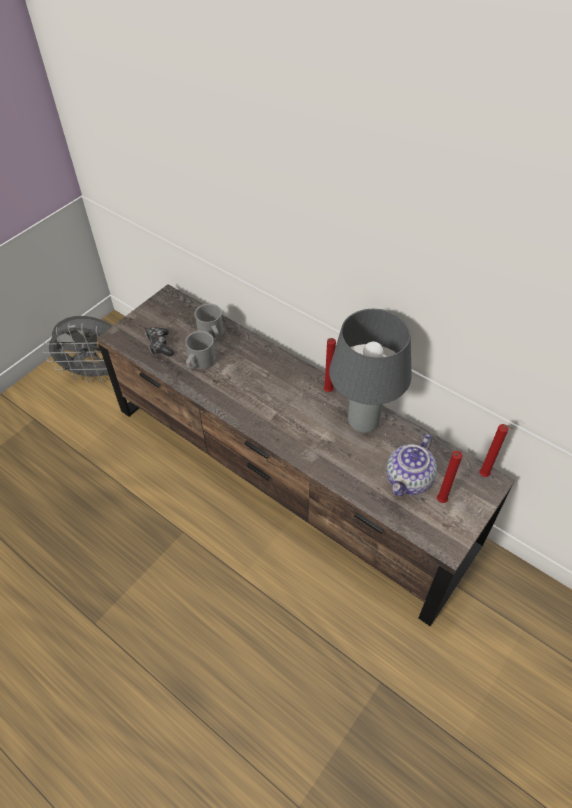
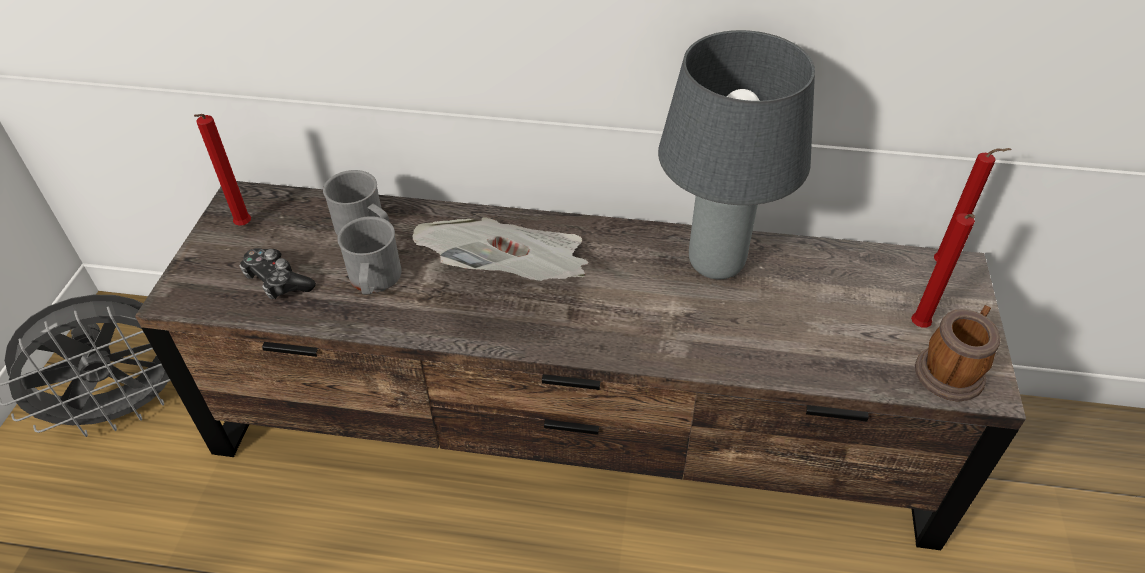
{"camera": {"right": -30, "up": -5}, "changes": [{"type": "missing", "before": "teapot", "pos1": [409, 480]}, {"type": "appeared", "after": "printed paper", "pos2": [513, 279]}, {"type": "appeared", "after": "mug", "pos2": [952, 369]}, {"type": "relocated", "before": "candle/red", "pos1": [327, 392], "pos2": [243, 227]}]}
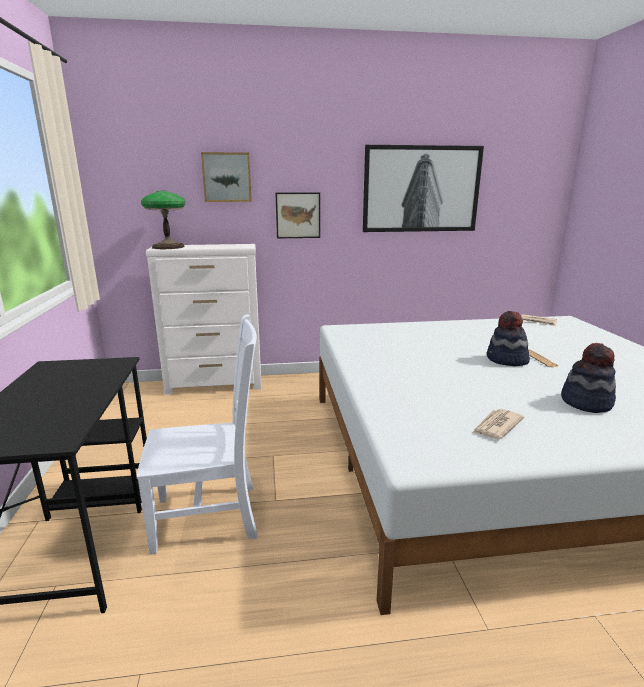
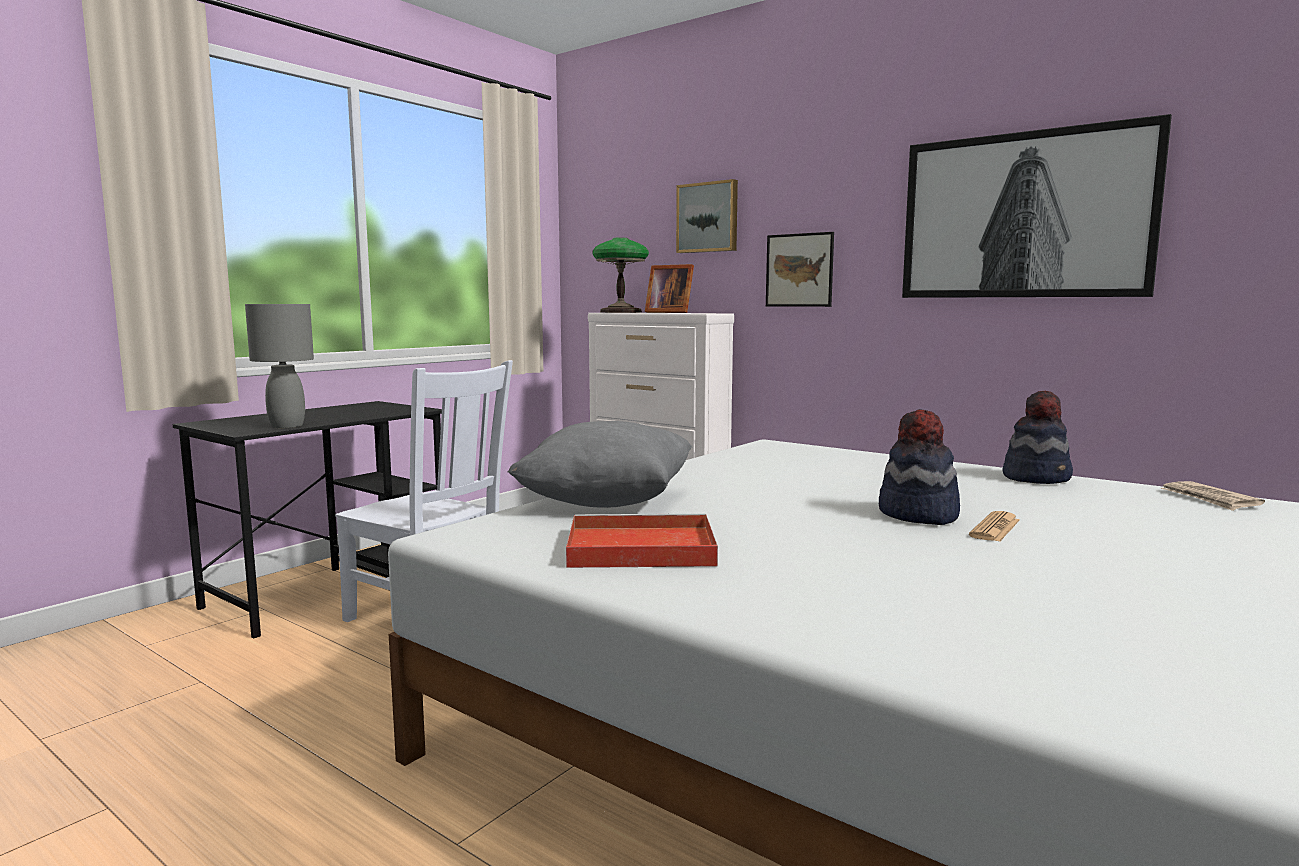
{"camera": {"right": 45, "up": -10}, "changes": [{"type": "appeared", "after": "lamp for a table/grey", "pos2": [287, 426]}, {"type": "appeared", "after": "throw pillow/grey", "pos2": [607, 502]}, {"type": "appeared", "after": "picture frame", "pos2": [669, 312]}, {"type": "relocated", "before": "hat", "pos1": [586, 402], "pos2": [1037, 478]}, {"type": "exchanged", "before": "printed paper", "after": "tray/red", "pos1": [496, 426], "pos2": [637, 548]}]}
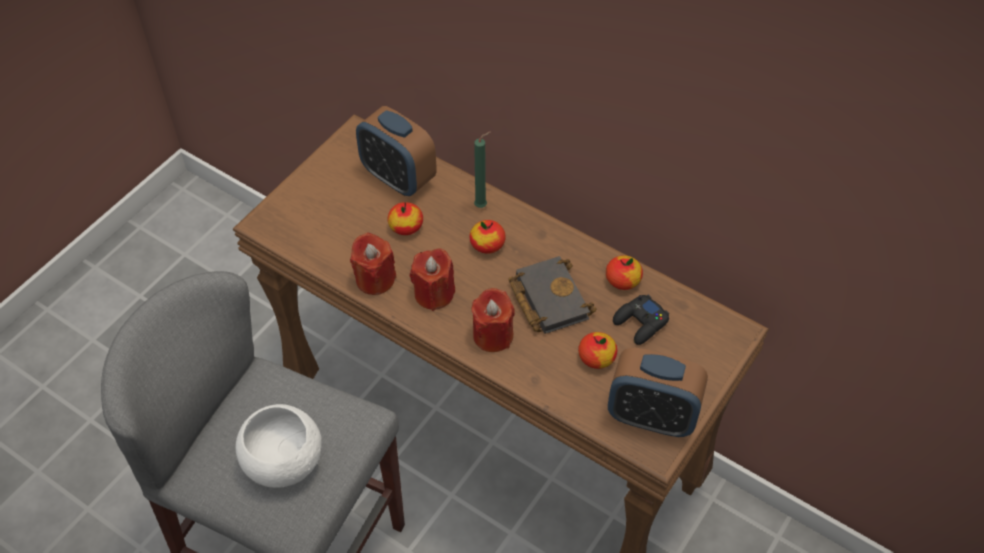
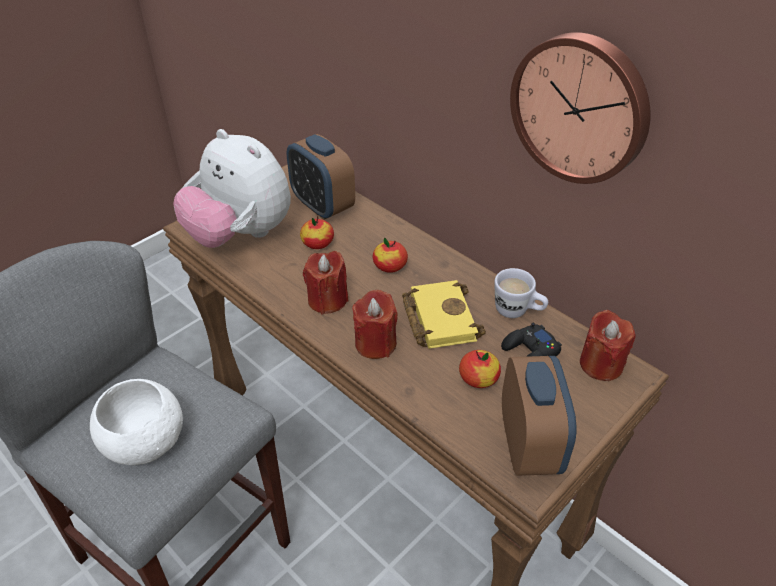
{"camera": {"right": 10, "up": -10}, "changes": [{"type": "missing", "before": "candle/green", "pos1": [482, 206]}, {"type": "appeared", "after": "cuddly toy", "pos2": [240, 235]}, {"type": "appeared", "after": "wall clock", "pos2": [581, 107]}, {"type": "relocated", "before": "candle/red", "pos1": [375, 279], "pos2": [601, 364]}, {"type": "exchanged", "before": "whole apple", "after": "mug/whitish", "pos1": [622, 280], "pos2": [517, 312]}, {"type": "colour", "before": "book/black", "after": "book/yellowish", "pos1": [547, 298], "pos2": [438, 318]}, {"type": "spun", "before": "table clock", "pos1": [651, 416], "pos2": [529, 445], "turn": -120}]}
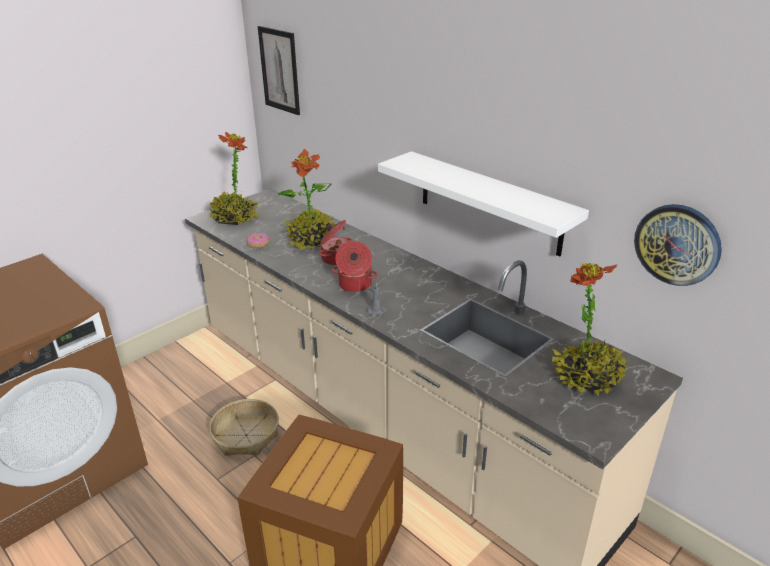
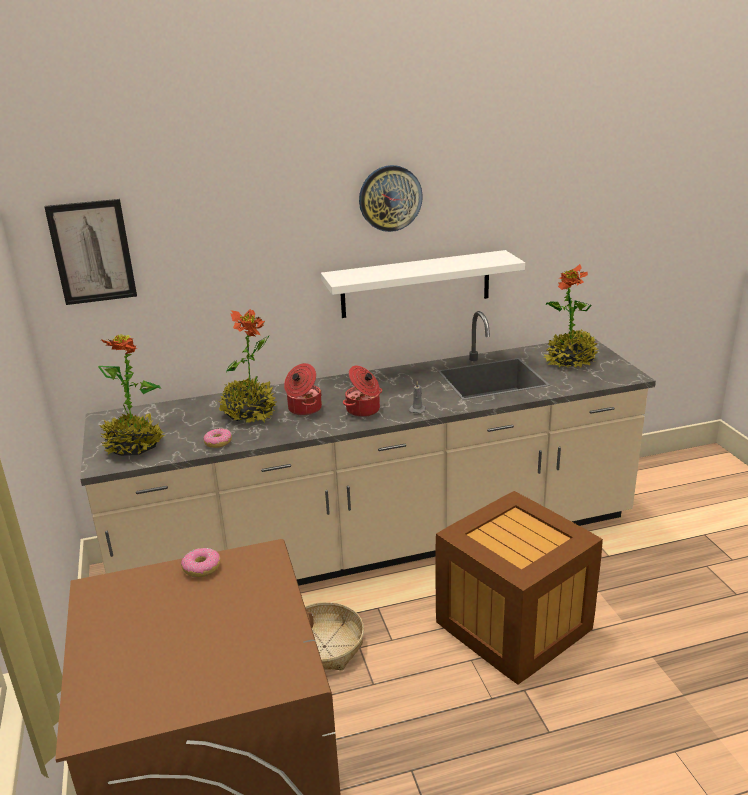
{"camera": {"right": -60, "up": -5}, "changes": [{"type": "appeared", "after": "ring doughnut", "pos2": [202, 568]}, {"type": "relocated", "before": "wall clock", "pos1": [677, 244], "pos2": [390, 198]}]}
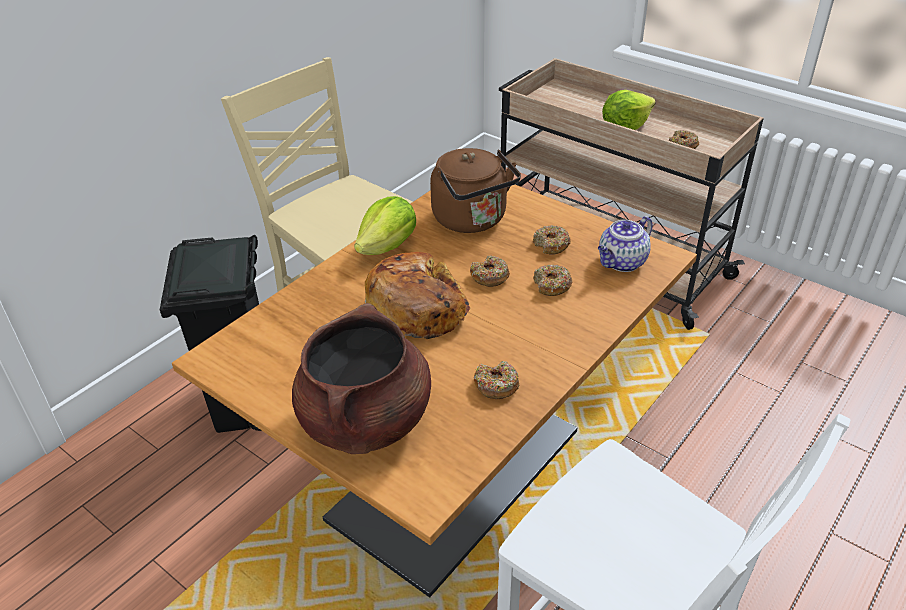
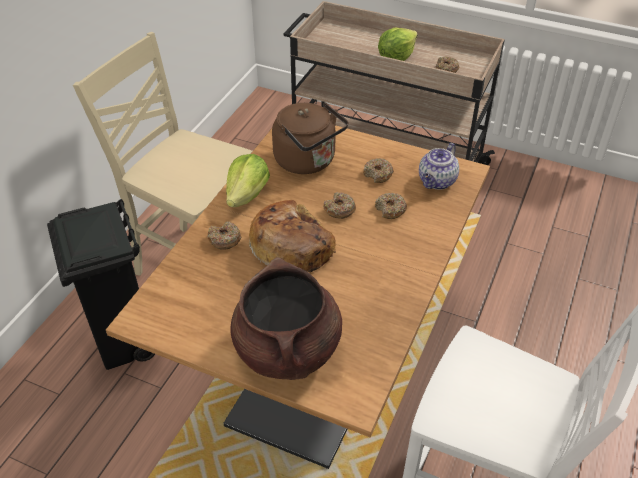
{"camera": {"right": -15, "up": 5}, "changes": [{"type": "relocated", "before": "ring doughnut", "pos1": [496, 385], "pos2": [224, 240]}]}
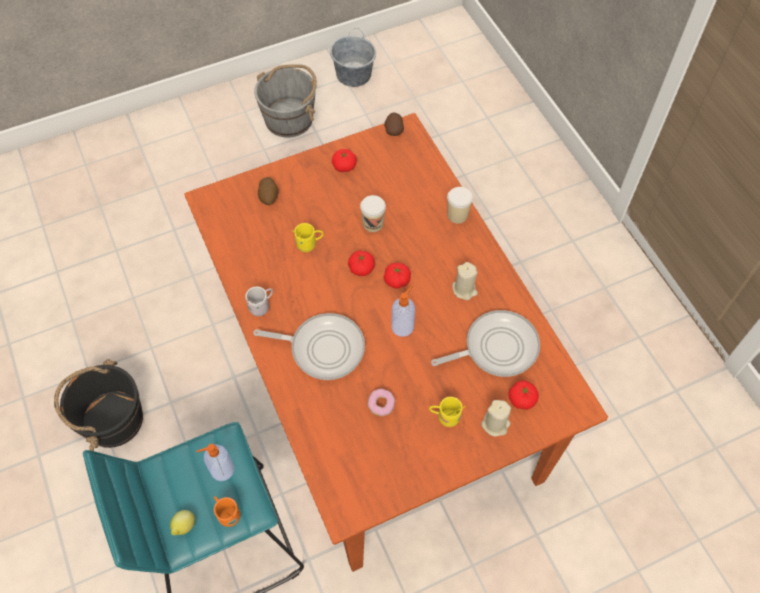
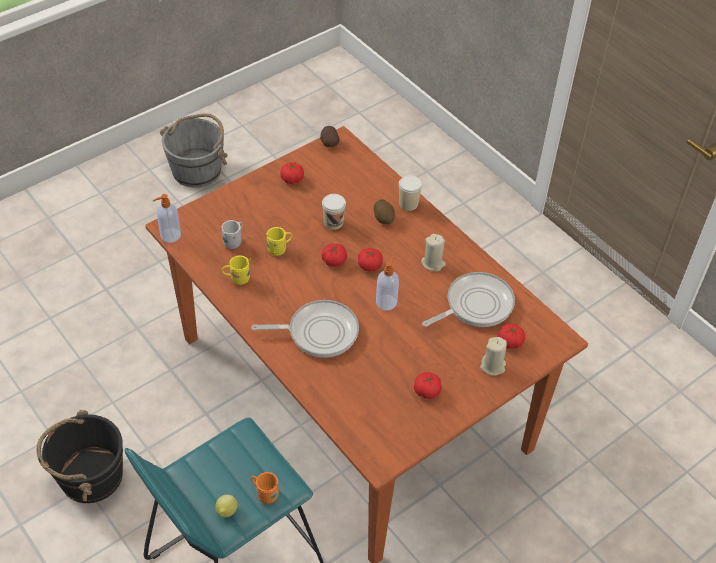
{"camera": {"right": -15, "up": -10}, "changes": [{"type": "missing", "before": "water bucket/grey", "pos1": [353, 75]}, {"type": "missing", "before": "ring doughnut", "pos1": [381, 405]}, {"type": "appeared", "after": "fresh tomato", "pos2": [427, 391]}, {"type": "relocated", "before": "liquid soap bottle", "pos1": [221, 470], "pos2": [170, 235]}, {"type": "relocated", "before": "mug/whitish", "pos1": [262, 307], "pos2": [234, 241]}, {"type": "relocated", "before": "whole potato", "pos1": [269, 197], "pos2": [384, 218]}, {"type": "relocated", "before": "mug/yellowish", "pos1": [445, 417], "pos2": [237, 279]}]}
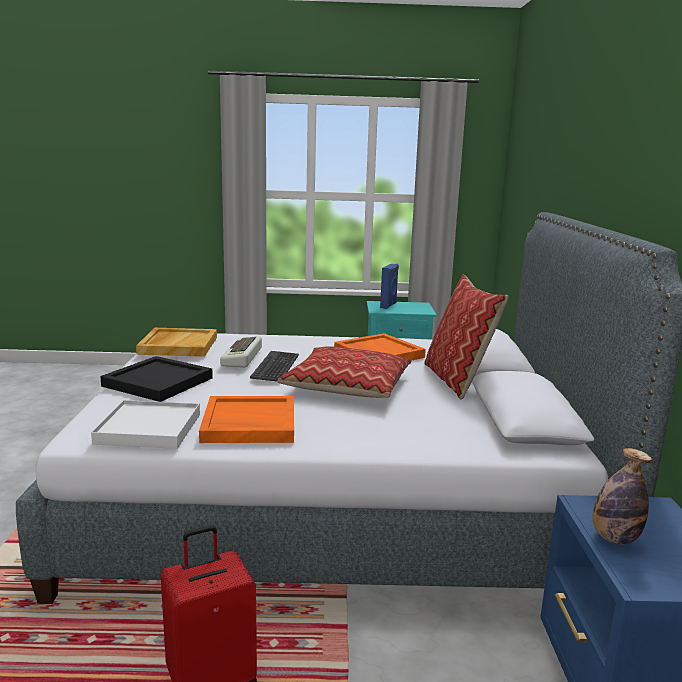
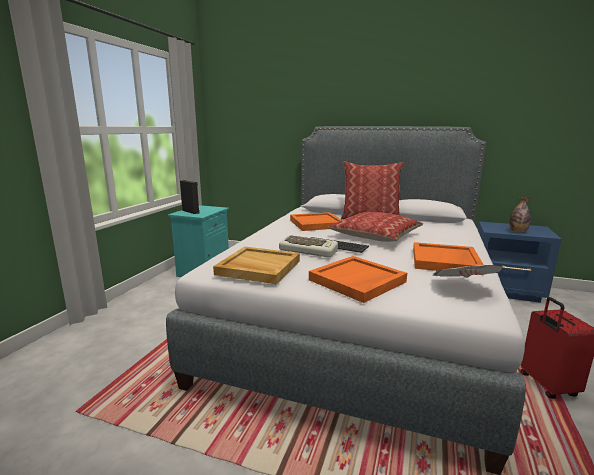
{"camera": {"right": -70, "up": 0}, "changes": [{"type": "exchanged", "before": "tray/whitish", "after": "printed paper", "pos1": [149, 428], "pos2": [463, 287]}, {"type": "colour", "before": "tray/black", "after": "tray/orangey", "pos1": [157, 382], "pos2": [357, 281]}, {"type": "colour", "before": "audio speaker/bluish", "after": "audio speaker/black", "pos1": [389, 305], "pos2": [191, 212]}]}
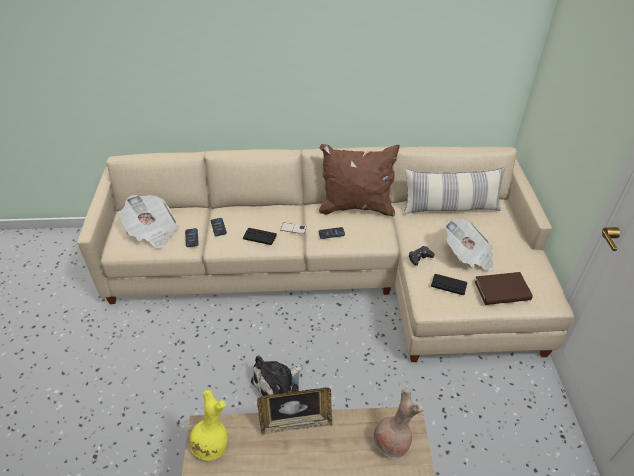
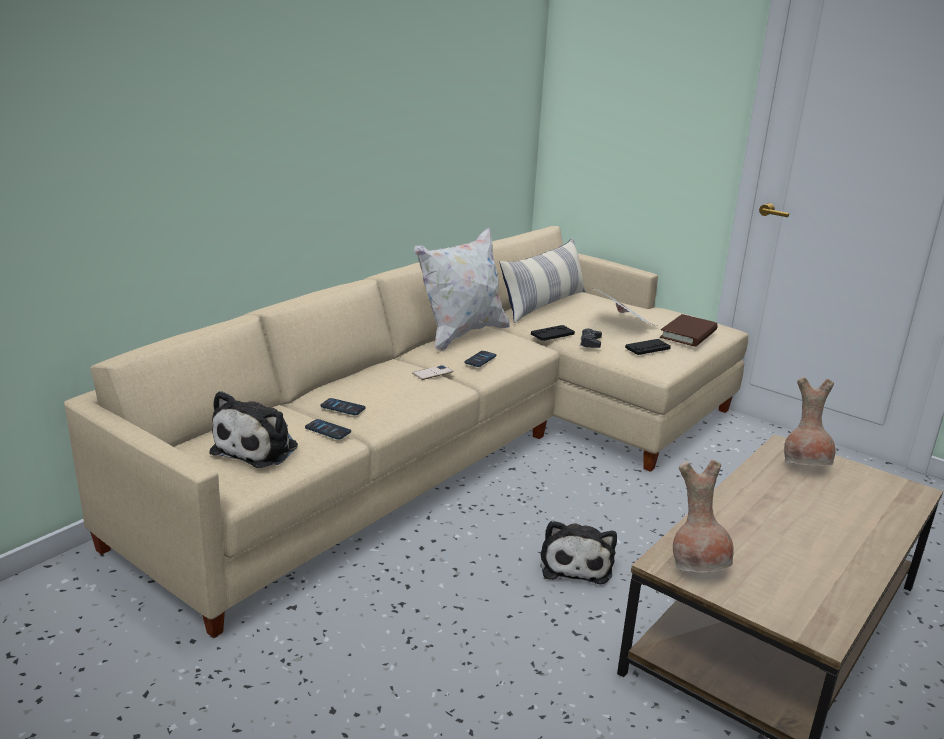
{"camera": {"right": -50, "up": -20}, "changes": [{"type": "missing", "before": "picture frame", "pos1": [296, 423]}, {"type": "relocated", "before": "gamepad/black", "pos1": [259, 237], "pos2": [552, 334]}, {"type": "exchanged", "before": "printed paper", "after": "cuddly toy", "pos1": [152, 231], "pos2": [259, 448]}, {"type": "colour", "before": "decorative vase/yellowish", "after": "decorative vase/brownish", "pos1": [212, 445], "pos2": [699, 567]}, {"type": "colour", "before": "throw pillow/brownish", "after": "throw pillow/whitish", "pos1": [356, 207], "pos2": [461, 334]}]}
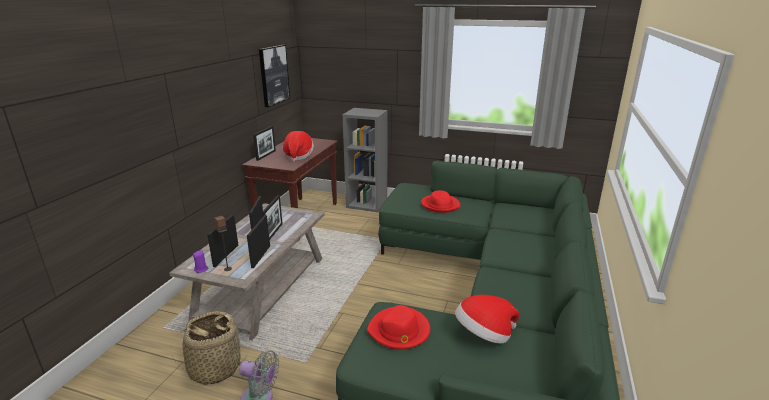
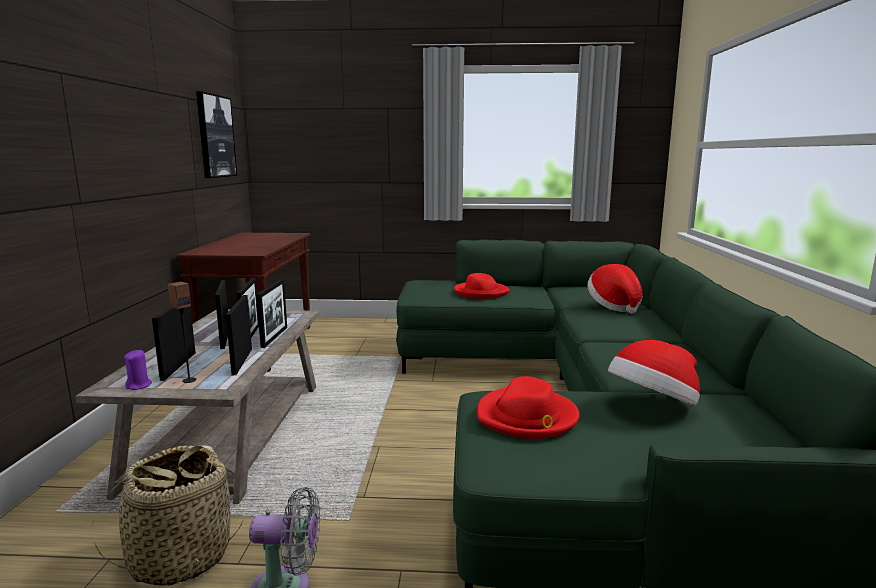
{"camera": {"right": -15, "up": -10}, "changes": [{"type": "missing", "before": "bookcase/grey", "pos1": [367, 204]}, {"type": "relocated", "before": "picture frame", "pos1": [266, 155], "pos2": [274, 337]}, {"type": "relocated", "before": "hat", "pos1": [298, 156], "pos2": [614, 306]}]}
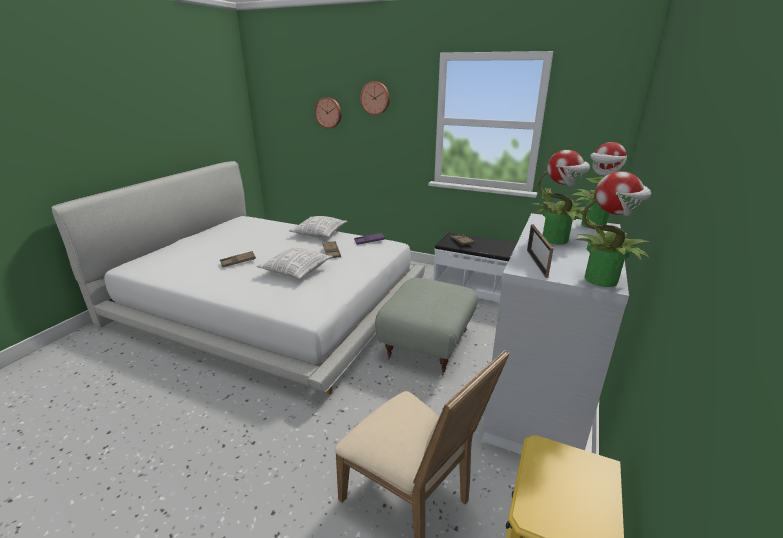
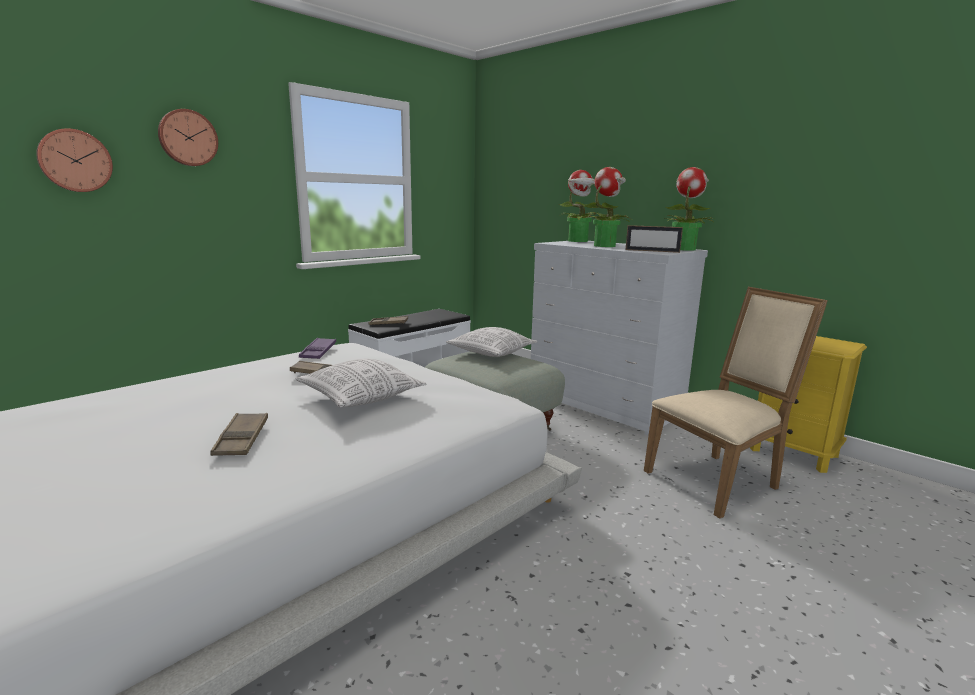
{"camera": {"right": -70, "up": -10}, "changes": [{"type": "relocated", "before": "throw pillow", "pos1": [319, 233], "pos2": [491, 353]}]}
